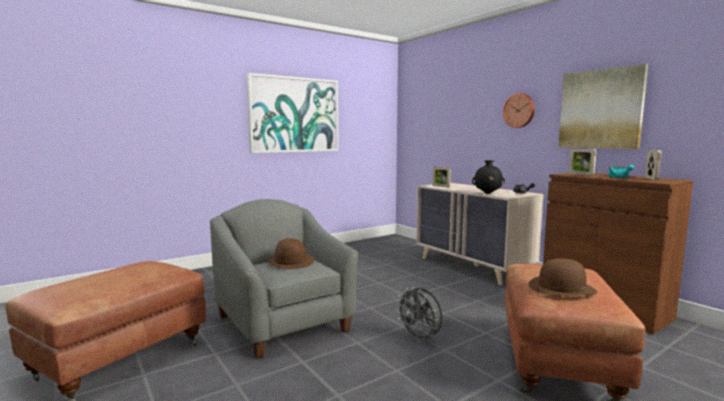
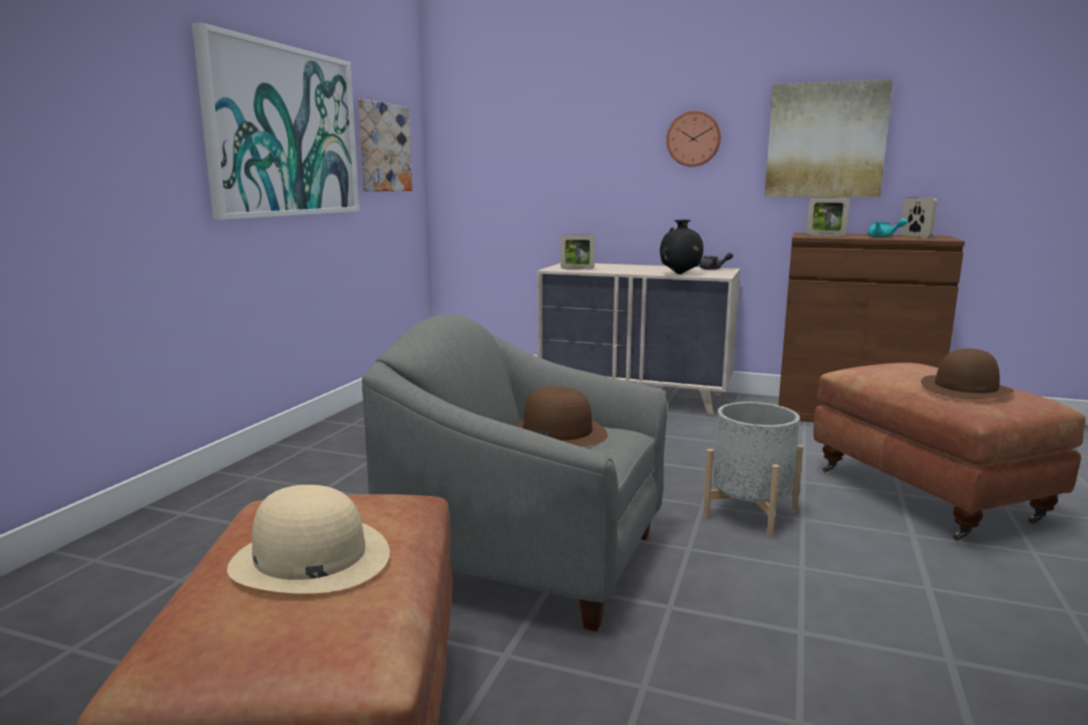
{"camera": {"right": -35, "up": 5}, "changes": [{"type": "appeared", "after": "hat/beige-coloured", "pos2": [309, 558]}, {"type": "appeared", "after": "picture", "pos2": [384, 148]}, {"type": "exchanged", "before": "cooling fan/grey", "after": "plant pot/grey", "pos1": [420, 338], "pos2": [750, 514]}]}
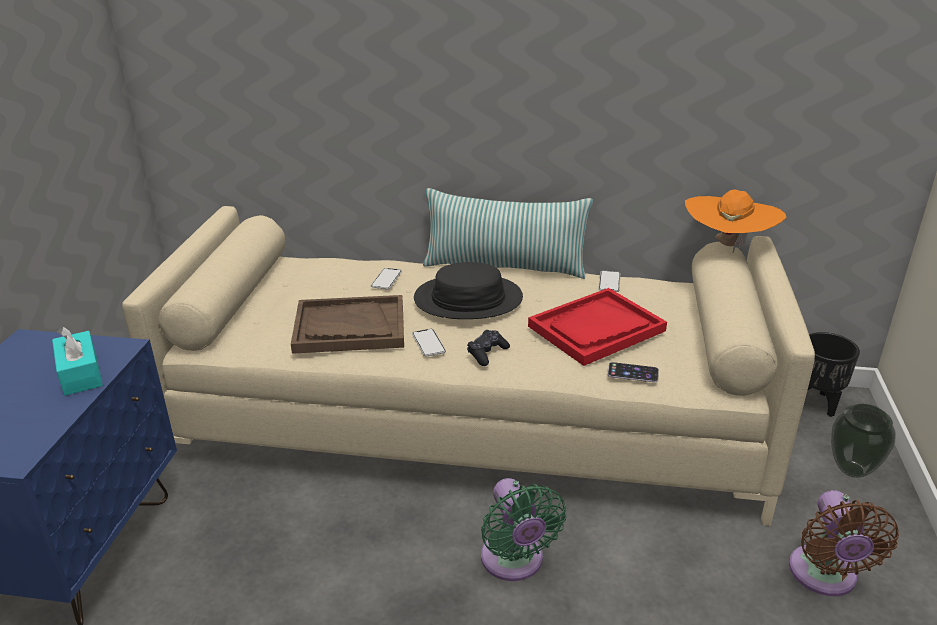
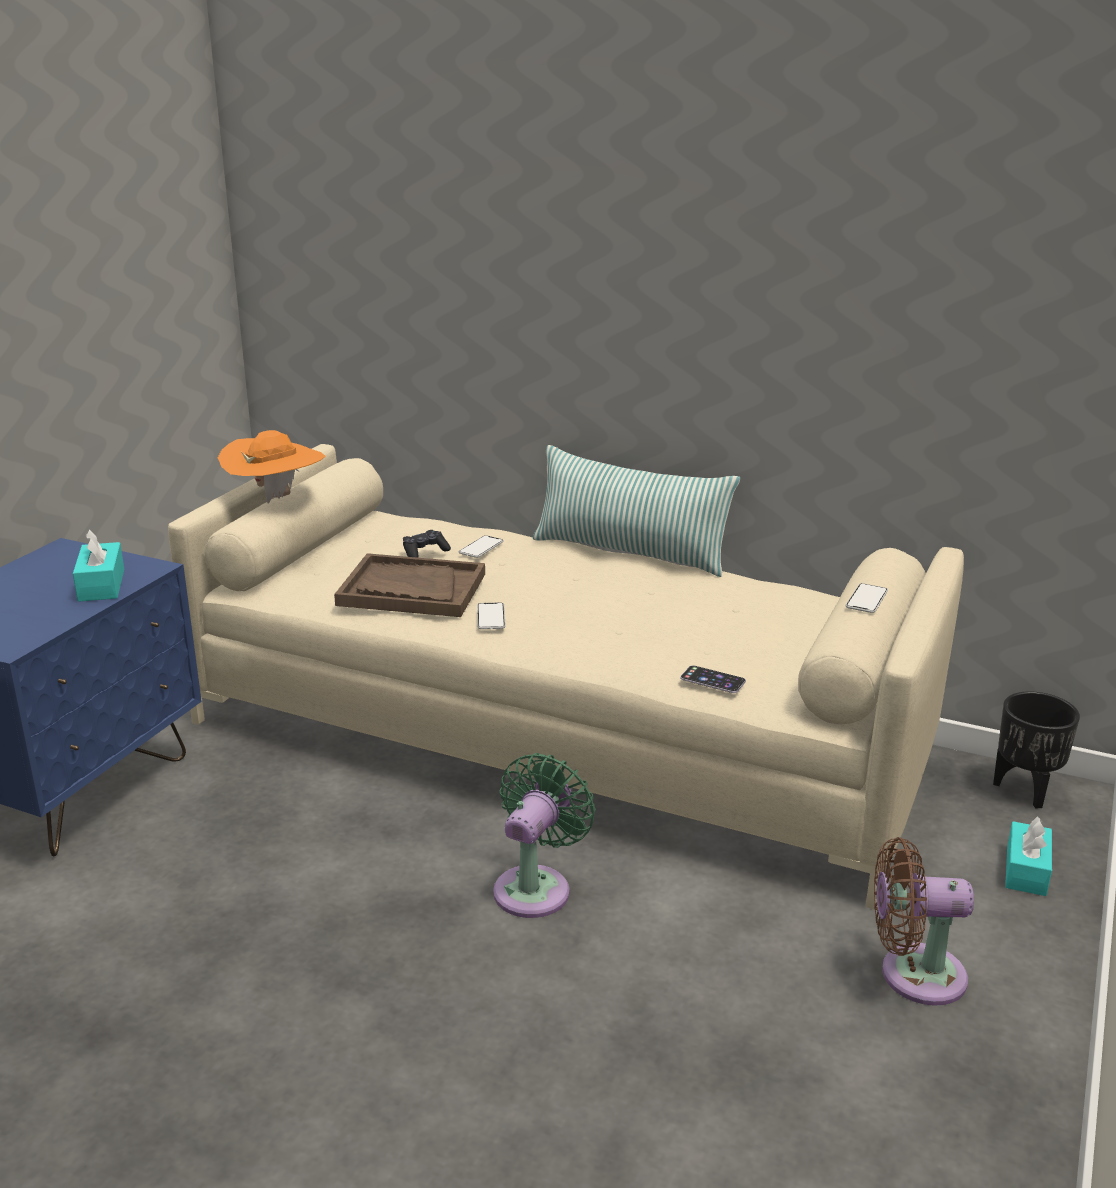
{"camera": {"right": 15, "up": -5}, "changes": [{"type": "missing", "before": "hat/black", "pos1": [468, 299]}, {"type": "missing", "before": "tray/red", "pos1": [596, 329]}, {"type": "relocated", "before": "gamepad/black", "pos1": [487, 353], "pos2": [424, 552]}, {"type": "relocated", "before": "phone", "pos1": [609, 282], "pos2": [866, 599]}, {"type": "relocated", "before": "hat/orangey", "pos1": [728, 245], "pos2": [275, 497]}, {"type": "exchanged", "before": "decorative vase", "after": "tissue holder/turquoise-coloured", "pos1": [851, 469], "pos2": [1026, 870]}, {"type": "spun", "before": "cooling fan/green", "pos1": [514, 562], "pos2": [536, 887], "turn": -150}, {"type": "spun", "before": "cooling fan/brownish", "pos1": [824, 577], "pos2": [913, 974], "turn": 75}]}
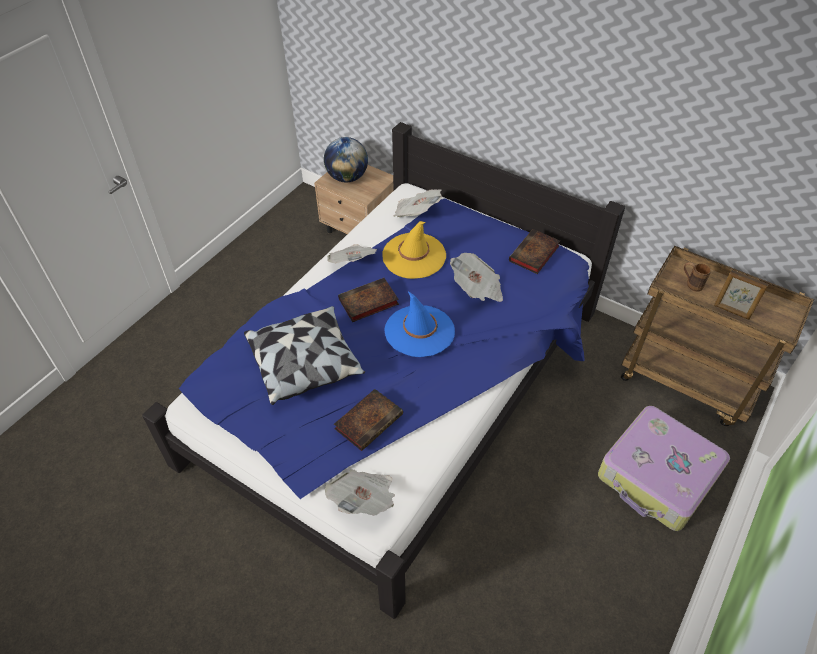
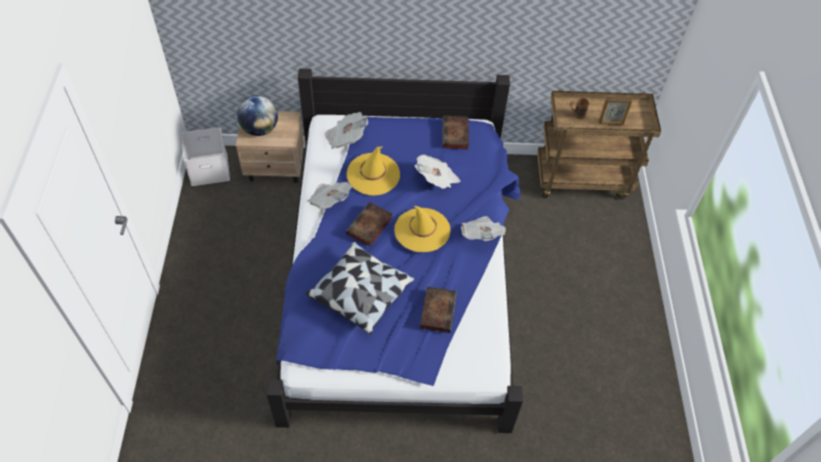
{"camera": {"right": -35, "up": 5}, "changes": [{"type": "missing", "before": "piece of luggage", "pos1": [658, 476]}, {"type": "appeared", "after": "storage bin/whitish", "pos2": [210, 168]}, {"type": "relocated", "before": "printed paper", "pos1": [364, 500], "pos2": [481, 235]}, {"type": "colour", "before": "hat/bluish", "after": "hat/yellowish", "pos1": [419, 331], "pos2": [422, 230]}]}
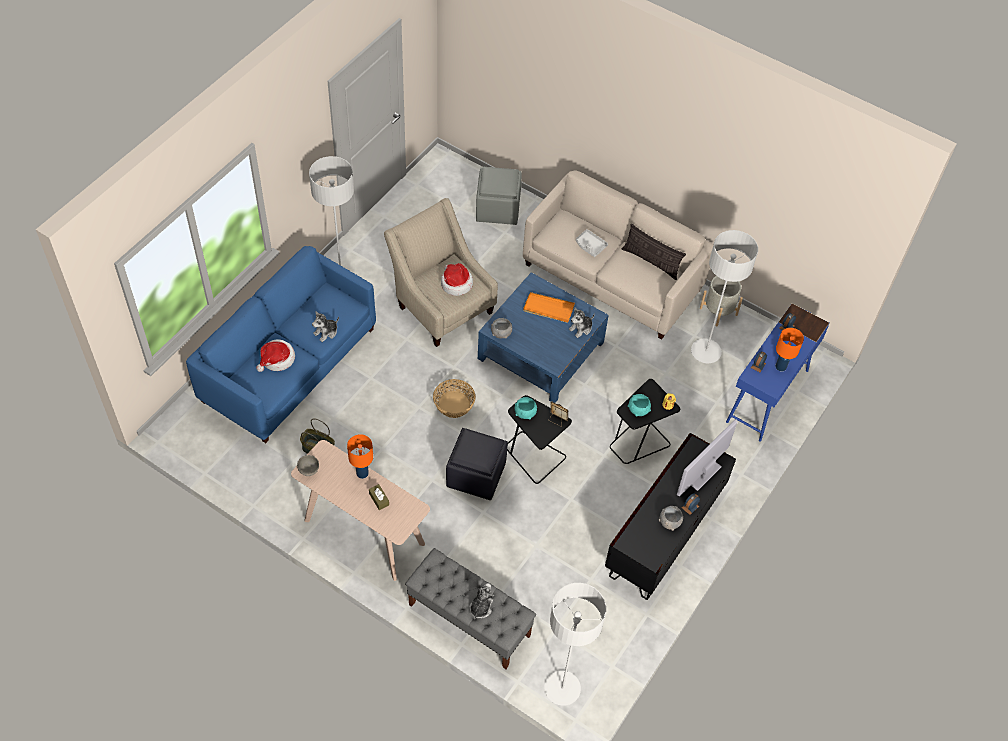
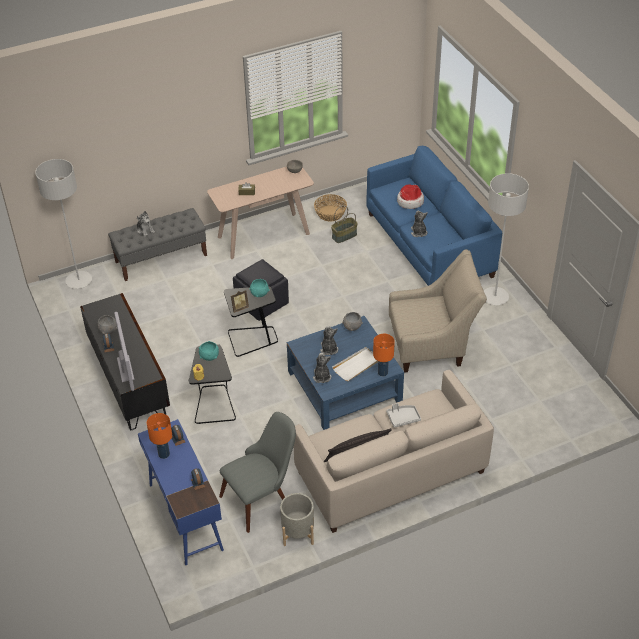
{"camera": {"right": 125, "up": -10}, "changes": [{"type": "missing", "before": "hat", "pos1": [456, 283]}, {"type": "missing", "before": "pouffe/grey", "pos1": [497, 209]}, {"type": "appeared", "after": "cuddly toy", "pos2": [329, 349]}, {"type": "relocated", "before": "lamp for a table/orangey", "pos1": [362, 473], "pos2": [383, 373]}, {"type": "relocated", "before": "basket", "pos1": [454, 405], "pos2": [330, 213]}, {"type": "exchanged", "before": "standing lamp/grey", "after": "chair/grey", "pos1": [705, 352], "pos2": [262, 497]}, {"type": "colour", "before": "tray/orangey", "after": "tray/whitish", "pos1": [548, 309], "pos2": [356, 365]}]}
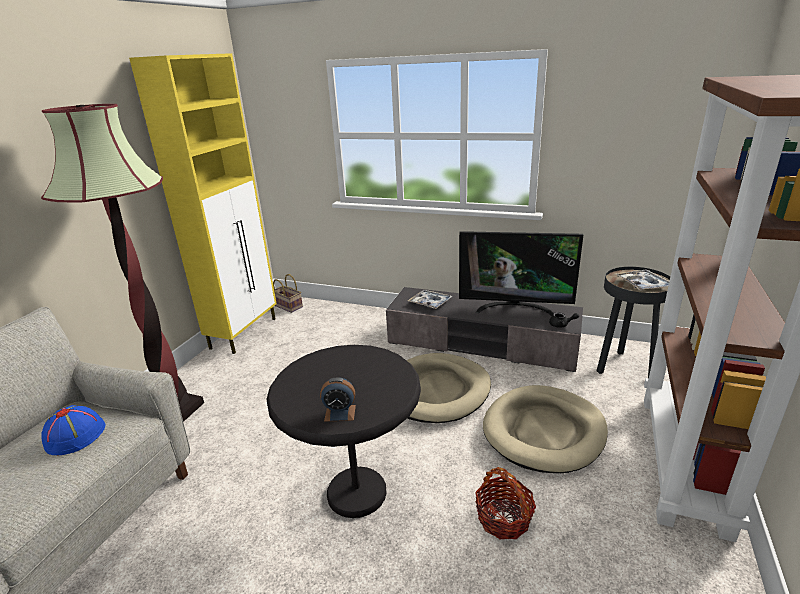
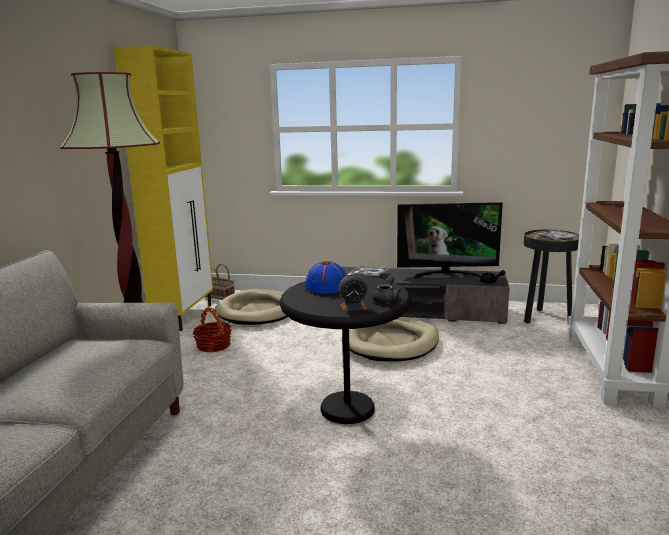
{"camera": {"right": -10, "up": -10}, "changes": [{"type": "appeared", "after": "teapot/grey", "pos2": [386, 299]}, {"type": "relocated", "before": "hat/bluish", "pos1": [75, 435], "pos2": [327, 286]}, {"type": "relocated", "before": "basket", "pos1": [504, 518], "pos2": [213, 346]}, {"type": "relocated", "before": "dog bed/beige-coloured", "pos1": [544, 431], "pos2": [259, 311]}]}
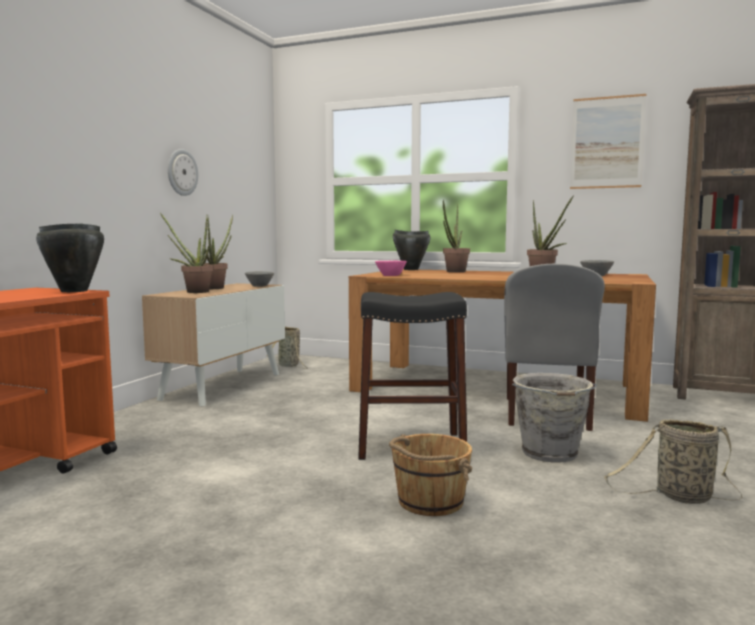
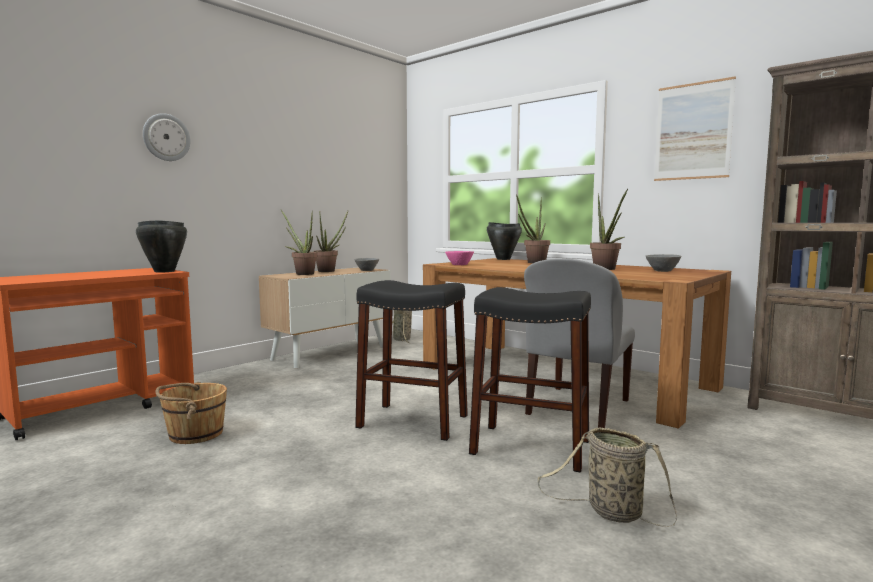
{"camera": {"right": 20, "up": 0}, "changes": [{"type": "relocated", "before": "wall clock", "pos1": [182, 172], "pos2": [166, 137]}, {"type": "relocated", "before": "water bucket/brownish", "pos1": [429, 502], "pos2": [195, 434]}, {"type": "exchanged", "before": "water bucket/grey", "after": "stool/black", "pos1": [550, 454], "pos2": [531, 447]}]}
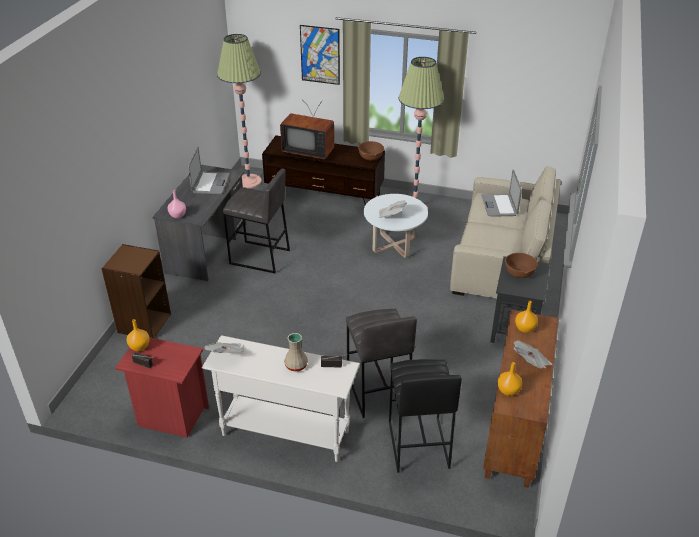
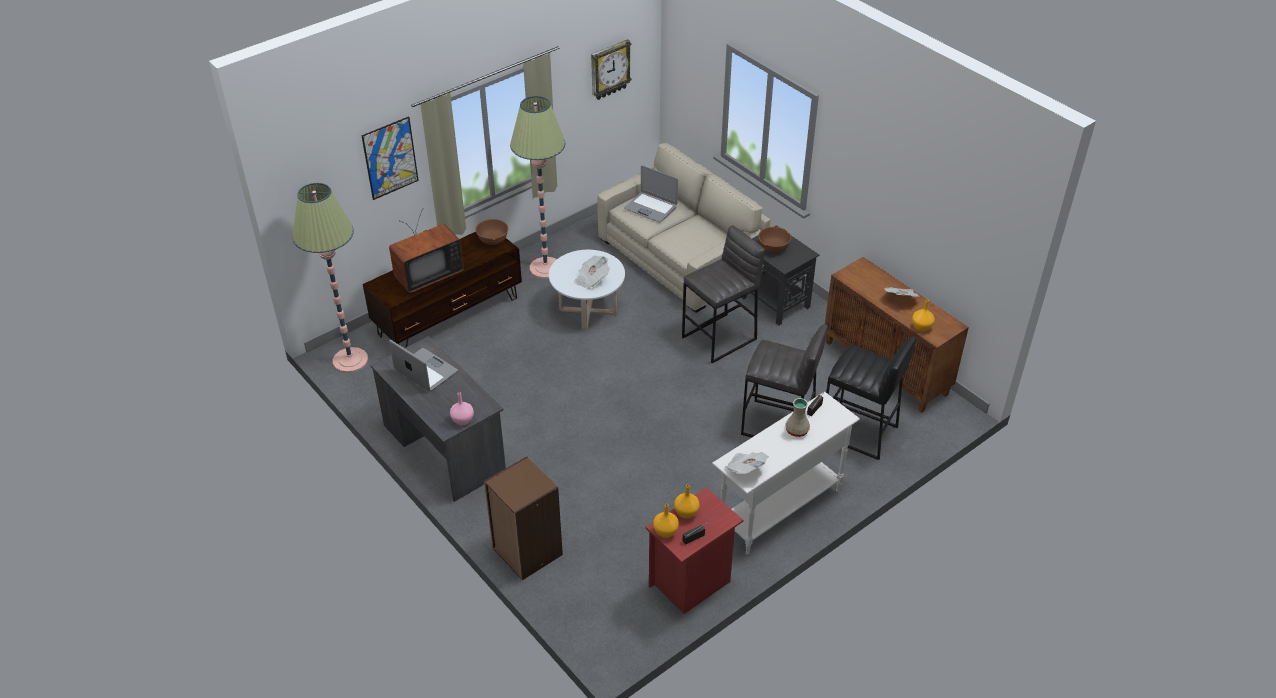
{"camera": {"right": -55, "up": 5}, "changes": [{"type": "appeared", "after": "wall clock", "pos2": [609, 69]}, {"type": "relocated", "before": "stool/grey", "pos1": [260, 257], "pos2": [720, 338]}, {"type": "relocated", "before": "decorative vase/orangey", "pos1": [525, 329], "pos2": [686, 513]}]}
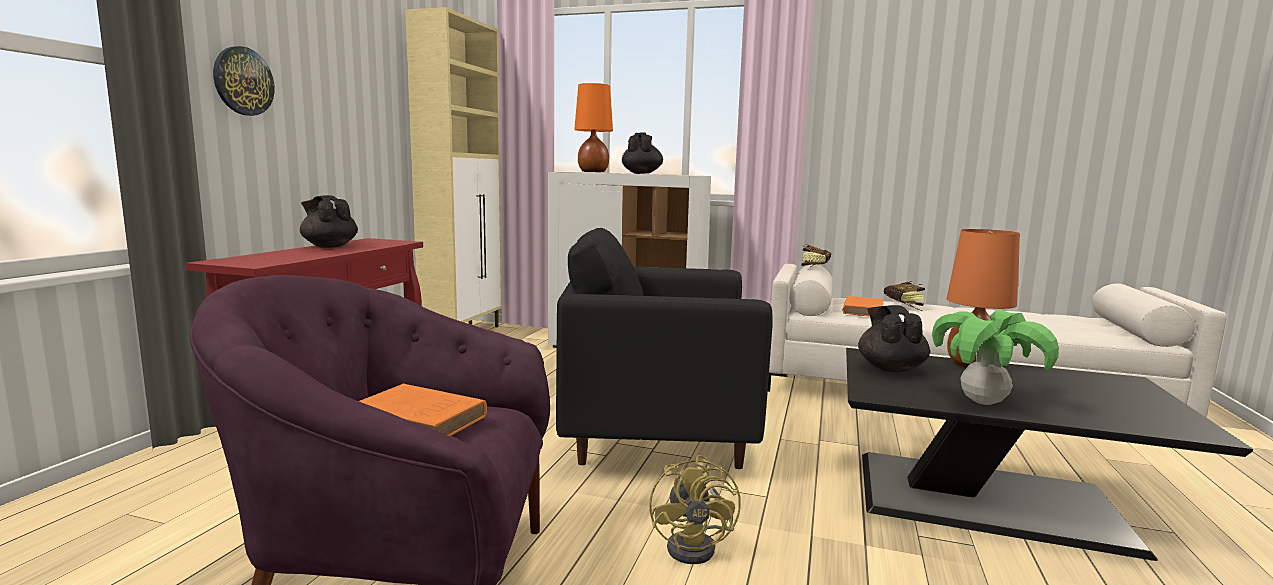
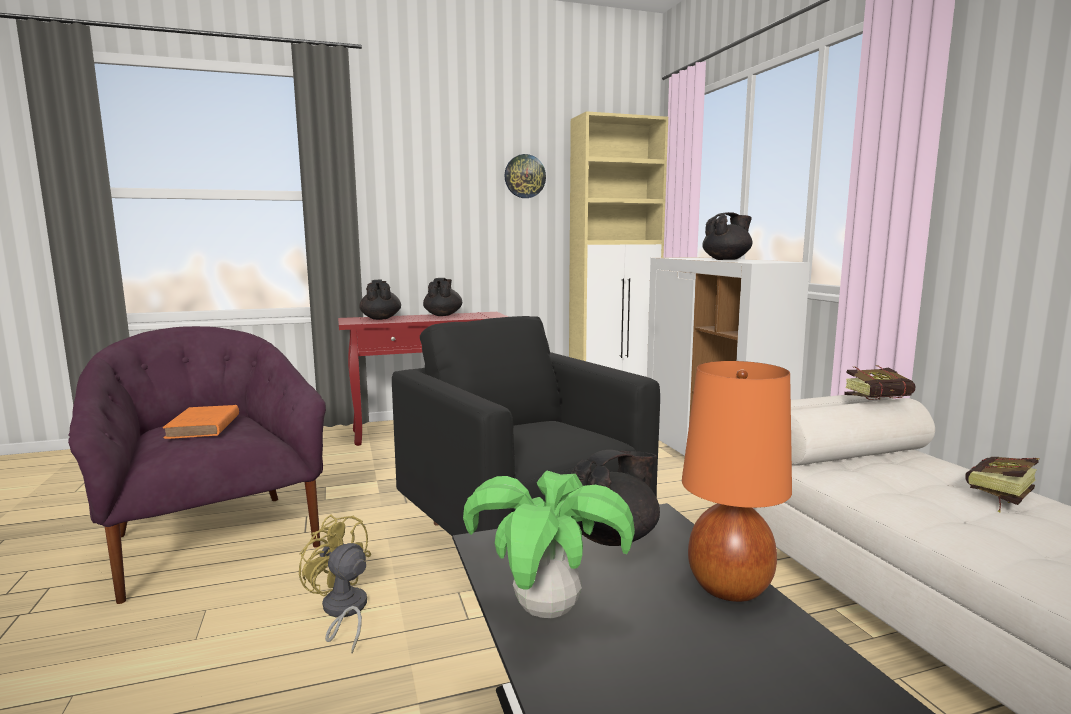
{"camera": {"right": 55, "up": 0}, "changes": [{"type": "missing", "before": "lamp for a table/orangey", "pos1": [593, 172]}, {"type": "missing", "before": "book/orangey", "pos1": [863, 310]}, {"type": "appeared", "after": "teapot/black", "pos2": [380, 318]}, {"type": "relocated", "before": "wall clock", "pos1": [243, 81], "pos2": [524, 176]}, {"type": "spun", "before": "cooling fan/yellowish", "pos1": [698, 546], "pos2": [342, 612], "turn": 75}]}
